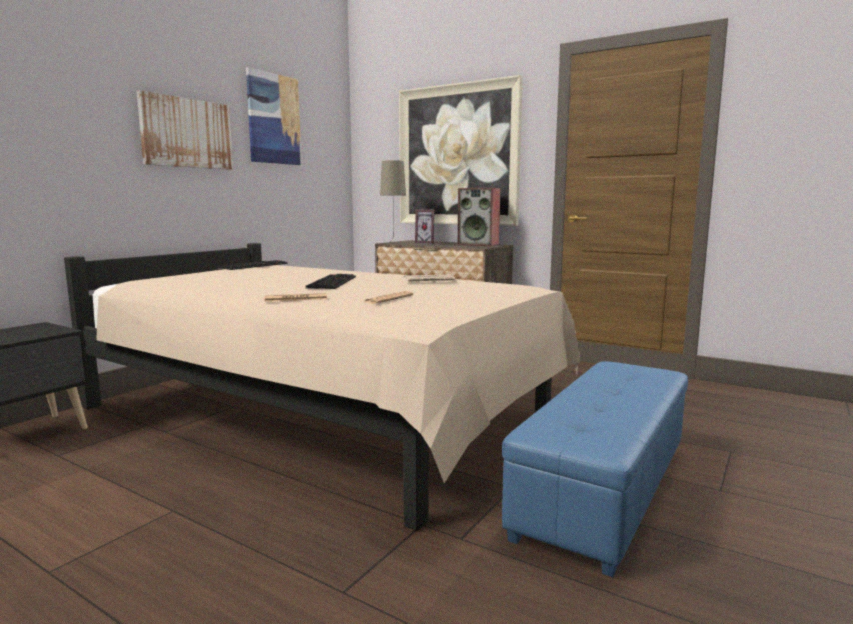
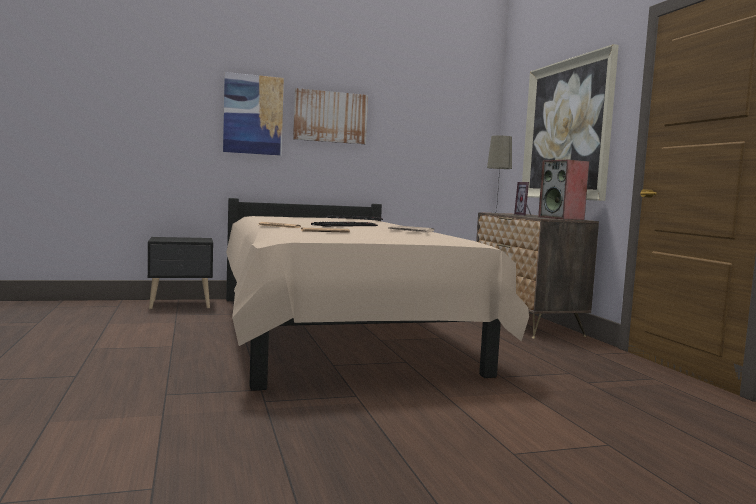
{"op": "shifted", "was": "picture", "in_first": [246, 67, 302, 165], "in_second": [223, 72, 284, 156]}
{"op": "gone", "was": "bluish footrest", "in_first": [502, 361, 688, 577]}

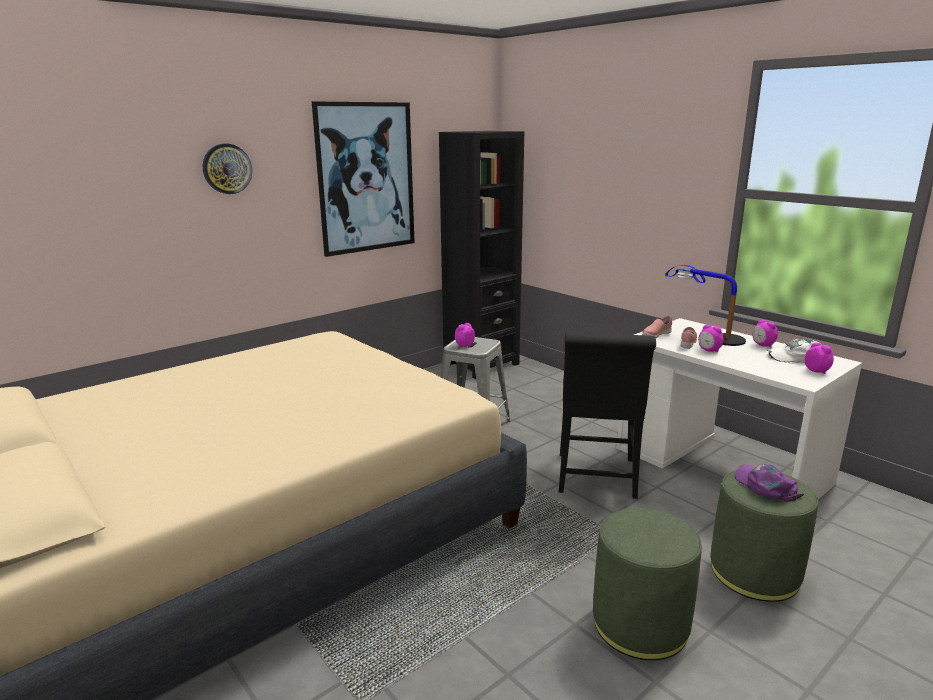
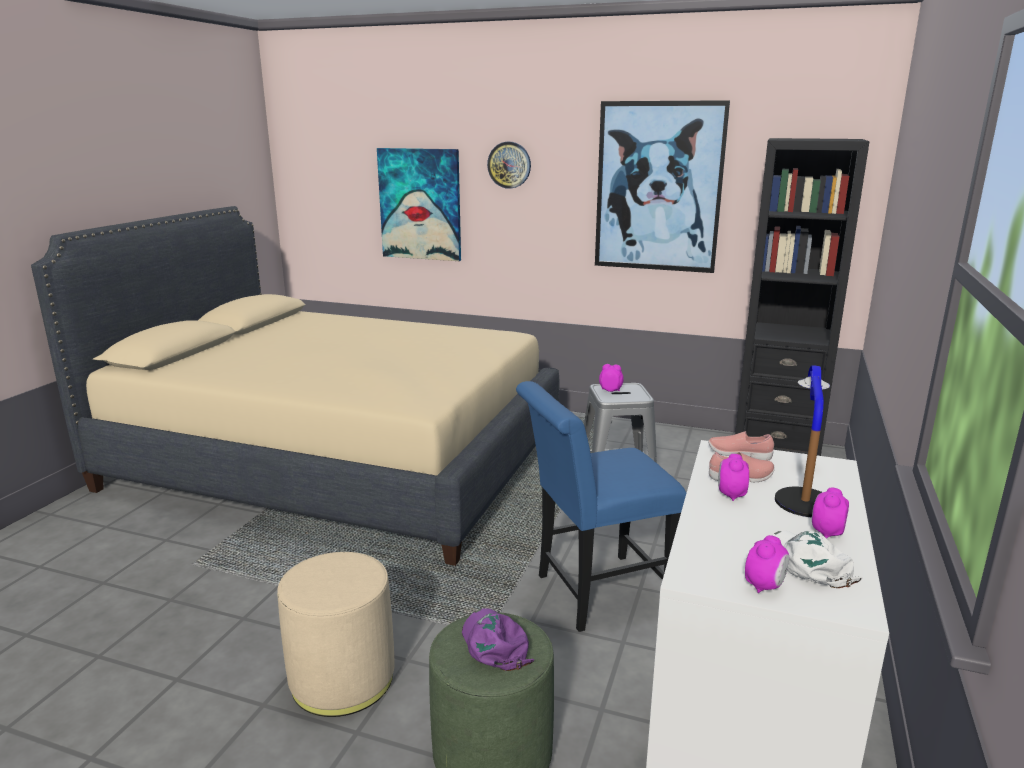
{"op": "repainted", "was": "green-coloured footrest", "now": "beige-coloured footrest", "in_first": [593, 508, 702, 660], "in_second": [277, 552, 395, 717]}
{"op": "new", "now": "picture", "in_second": [377, 148, 461, 261]}
{"op": "rotated", "was": "purple-coloured cap", "in_first": [735, 464, 804, 502], "in_second": [462, 608, 534, 671], "clockwise": -60}
{"op": "repainted", "was": "black chair", "now": "bluish chair", "in_first": [559, 332, 656, 499], "in_second": [516, 381, 686, 632]}

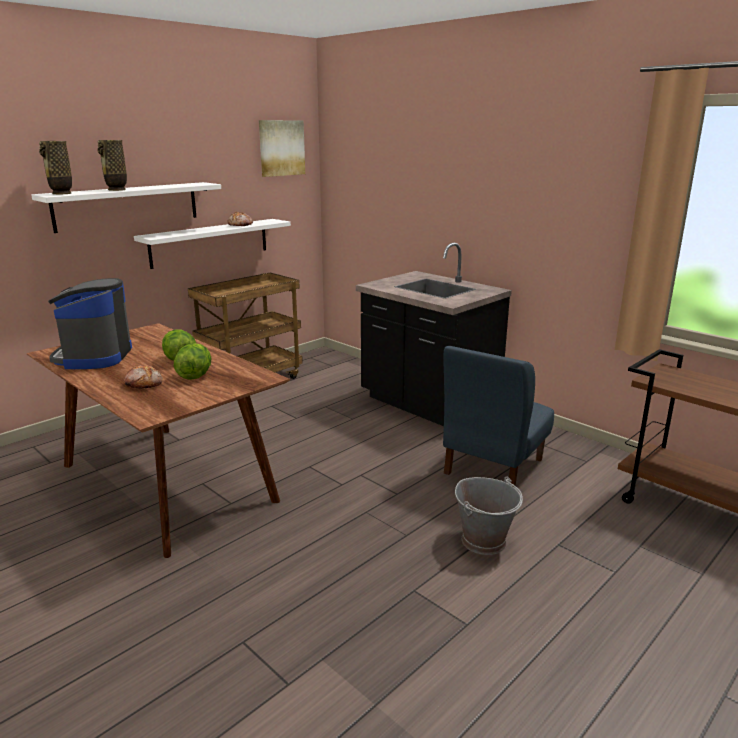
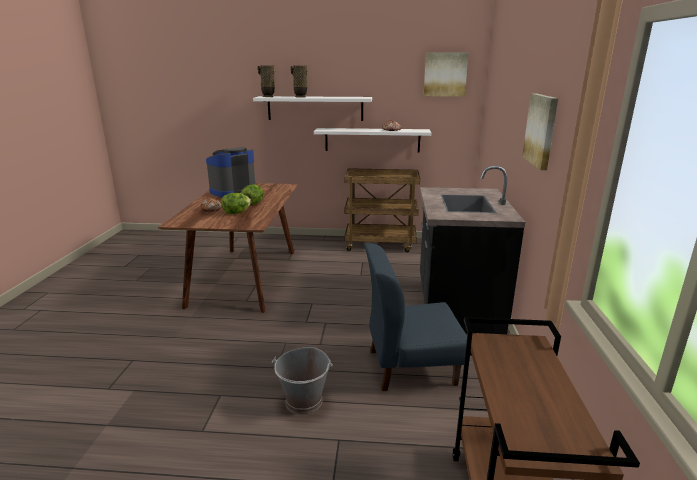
{"op": "new", "now": "picture", "in_second": [522, 94, 558, 170]}

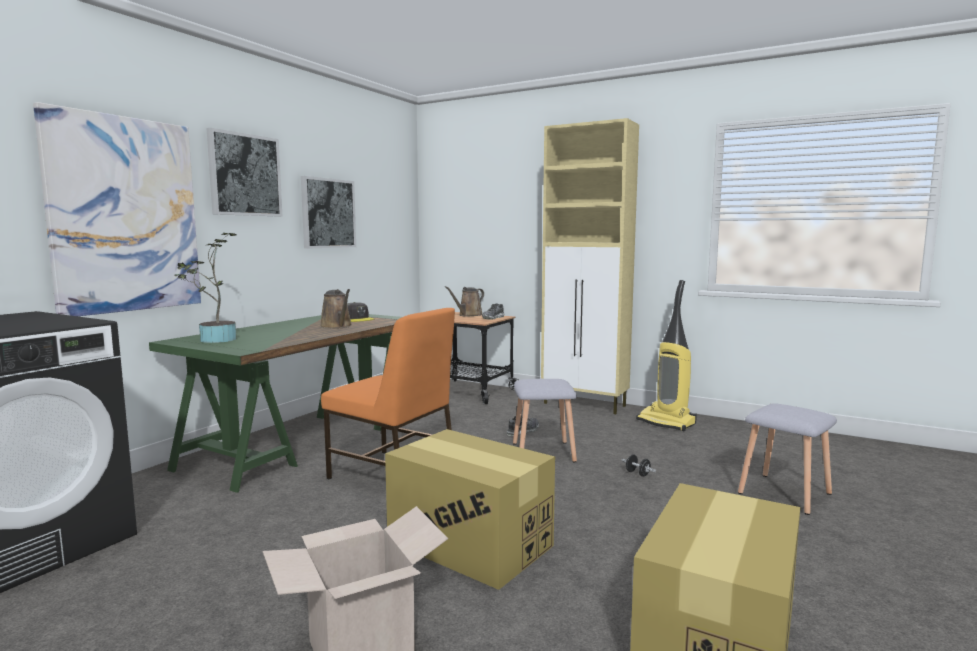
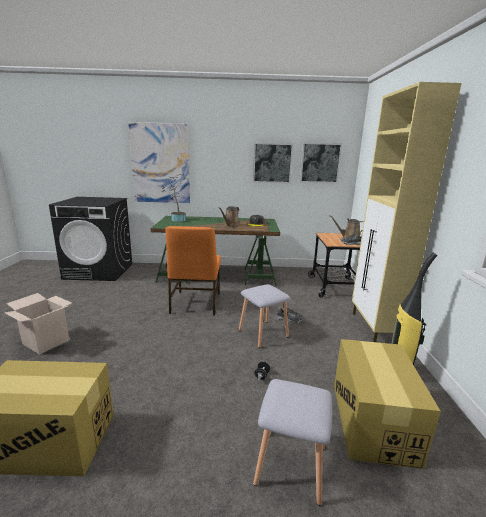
{"op": "shifted", "was": "picture", "in_first": [207, 128, 282, 217], "in_second": [300, 142, 342, 183]}
{"op": "shifted", "was": "carton", "in_first": [385, 429, 555, 590], "in_second": [334, 339, 441, 469]}

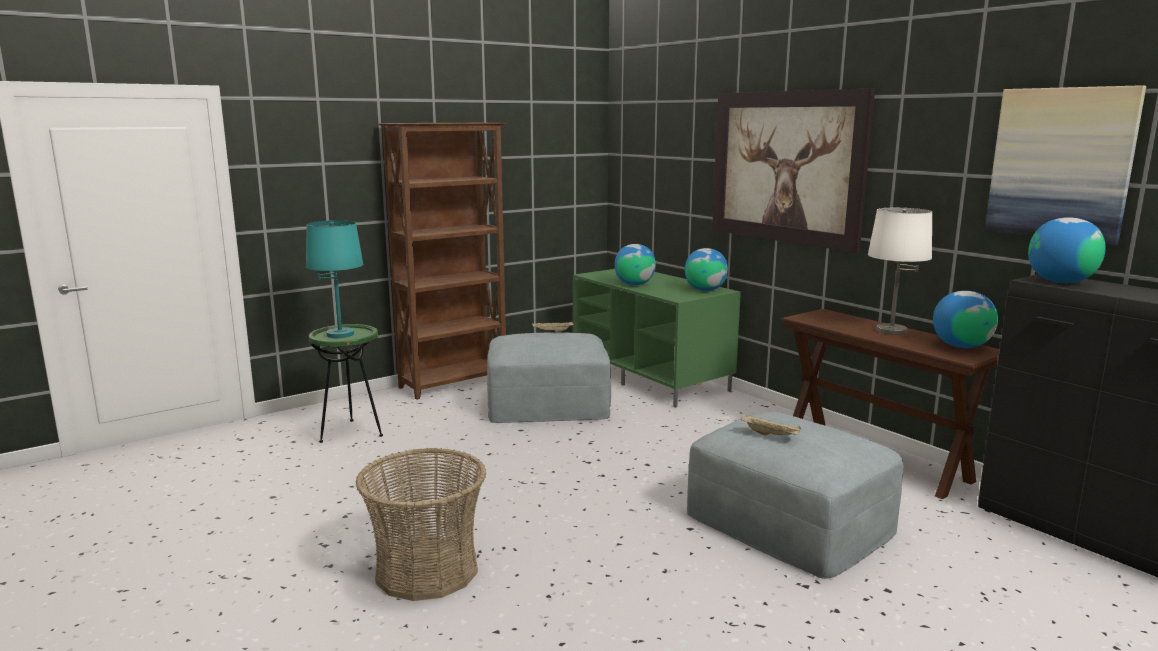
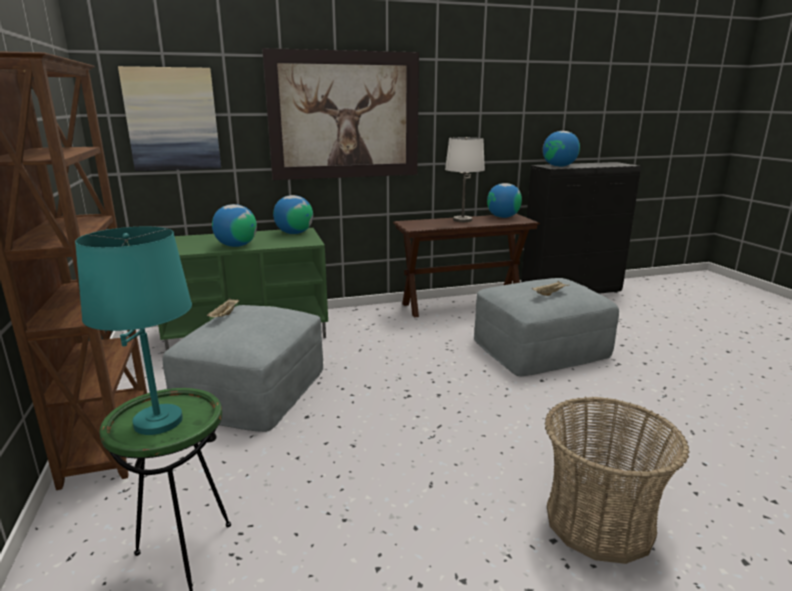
{"op": "shifted", "was": "picture", "in_first": [985, 85, 1146, 246], "in_second": [118, 66, 221, 171]}

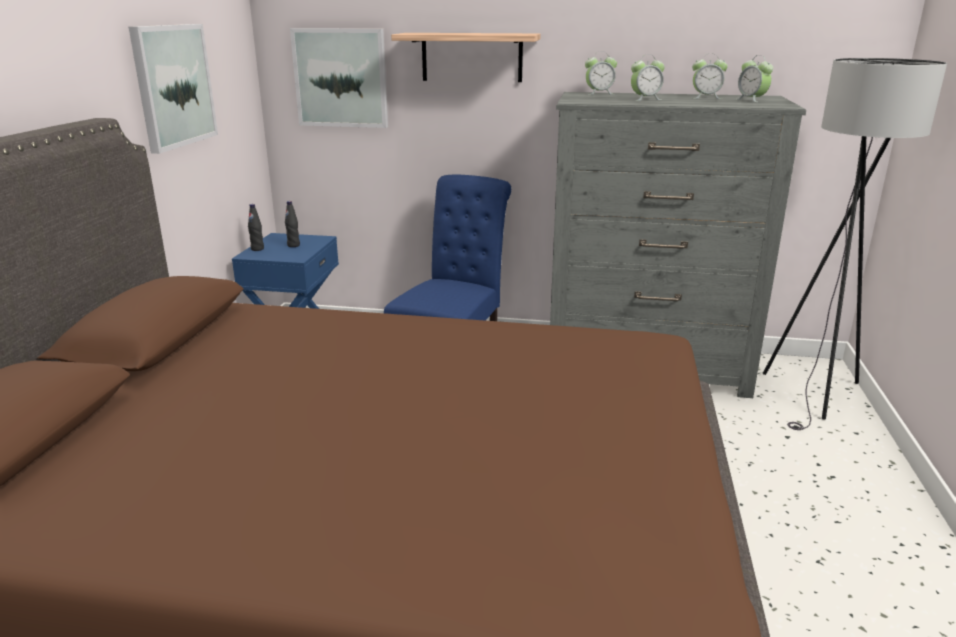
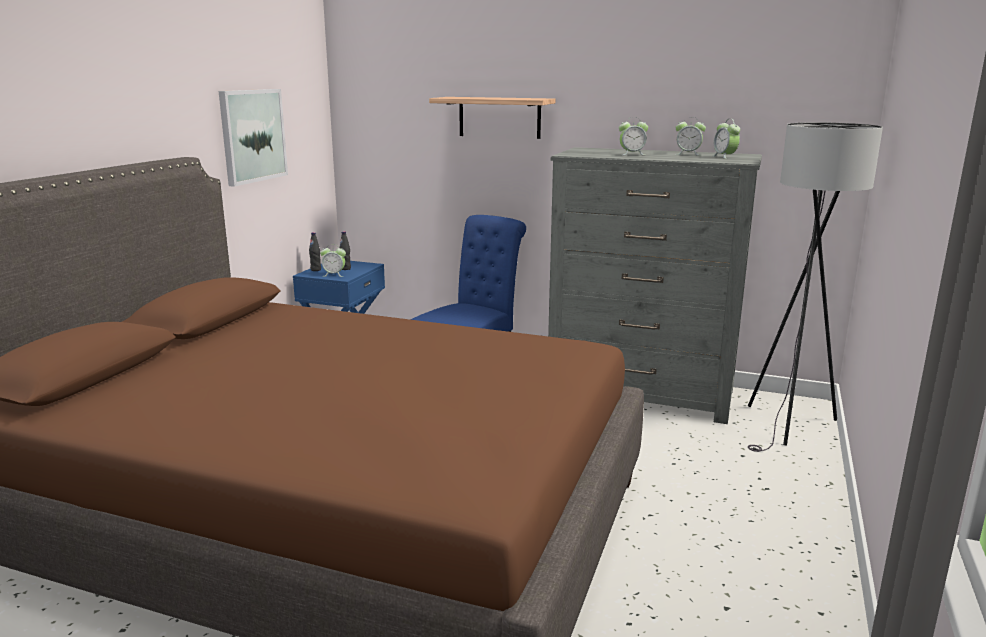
{"op": "shifted", "was": "table clock", "in_first": [585, 52, 617, 95], "in_second": [320, 244, 346, 277]}
{"op": "gone", "was": "picture", "in_first": [290, 28, 388, 128]}

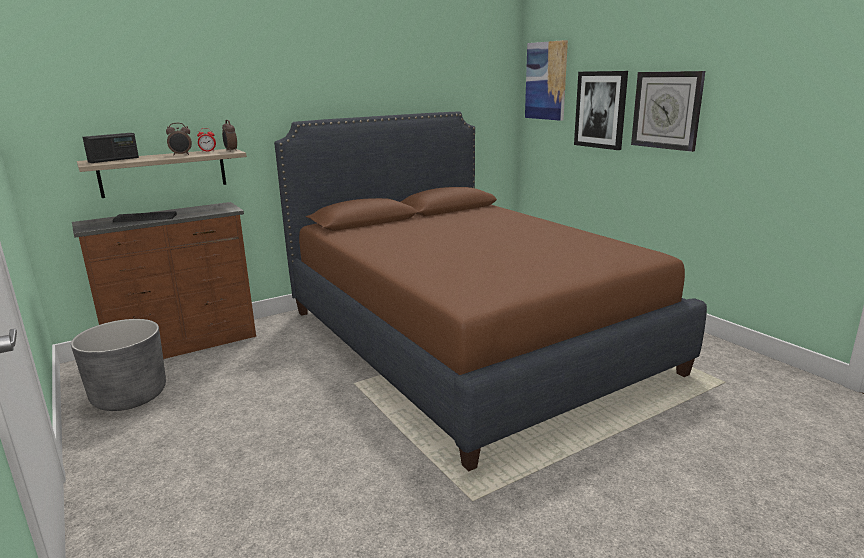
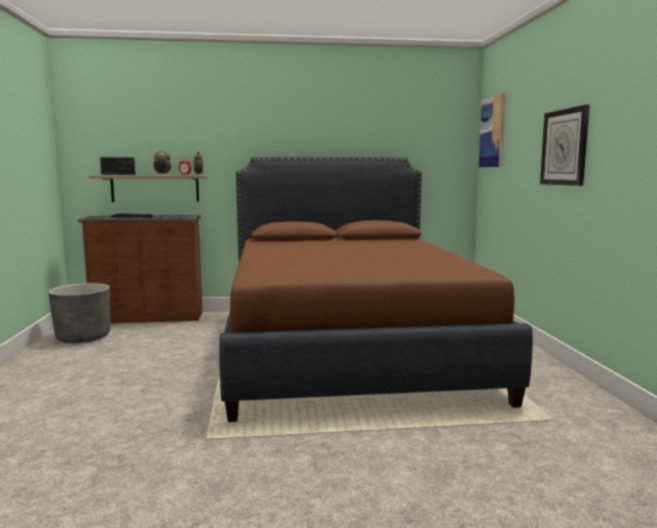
{"op": "gone", "was": "picture", "in_first": [574, 71, 628, 150]}

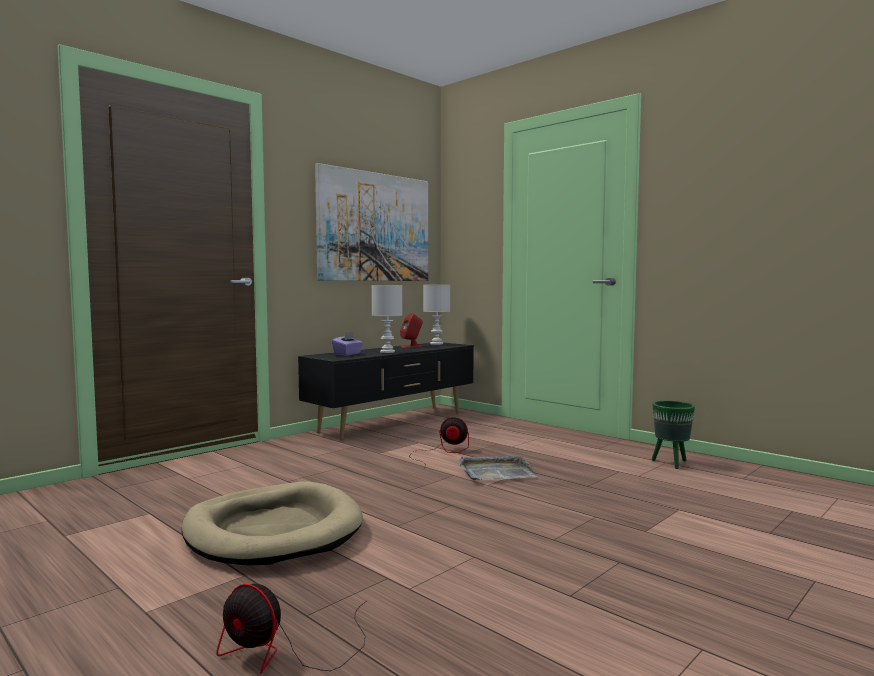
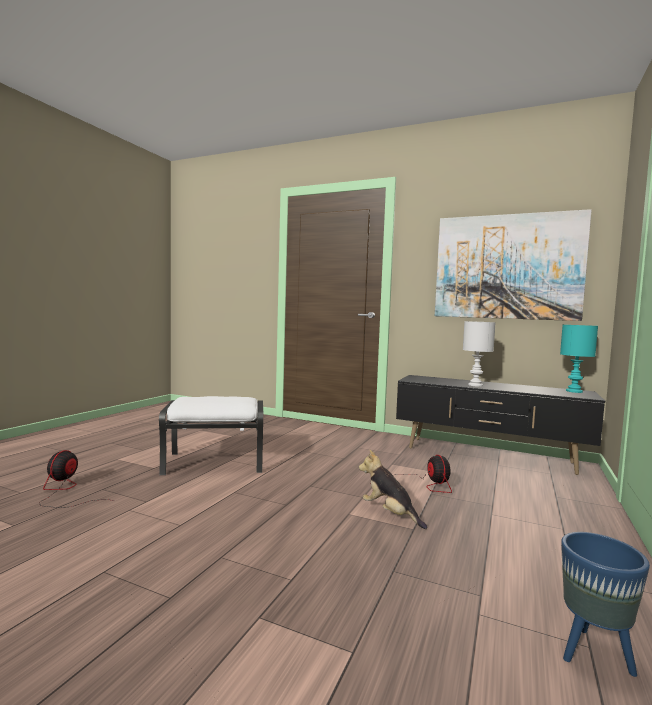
{"op": "swapped", "was": "beige-coloured dog bed", "now": "whitish footrest", "in_first": [182, 481, 363, 565], "in_second": [159, 396, 263, 475]}
{"op": "swapped", "was": "greyish carrying tray", "now": "cuddly toy", "in_first": [459, 455, 537, 480], "in_second": [359, 450, 427, 529]}
{"op": "repainted", "was": "whitish lamp for a table", "now": "turquoise lamp for a table", "in_first": [423, 285, 450, 345], "in_second": [560, 325, 598, 393]}
{"op": "repainted", "was": "green-coloured plant pot", "now": "bluish plant pot", "in_first": [652, 401, 695, 469], "in_second": [561, 532, 650, 677]}
{"op": "gone", "was": "purple-coloured tissue holder", "in_first": [332, 332, 363, 356]}
{"op": "gone", "was": "reddish speaker", "in_first": [400, 313, 423, 348]}

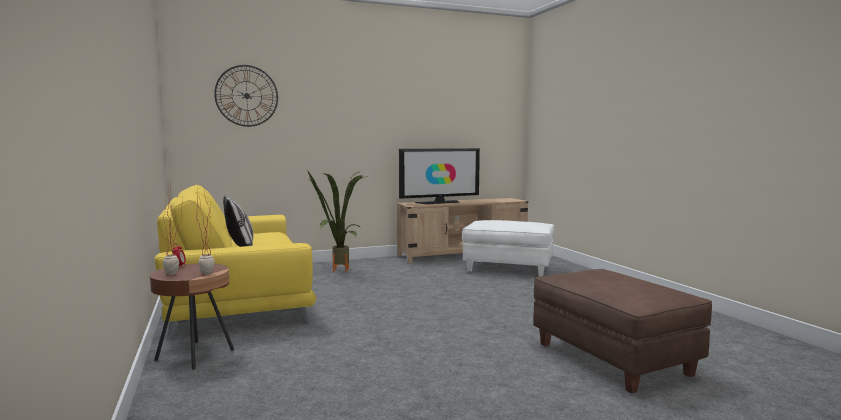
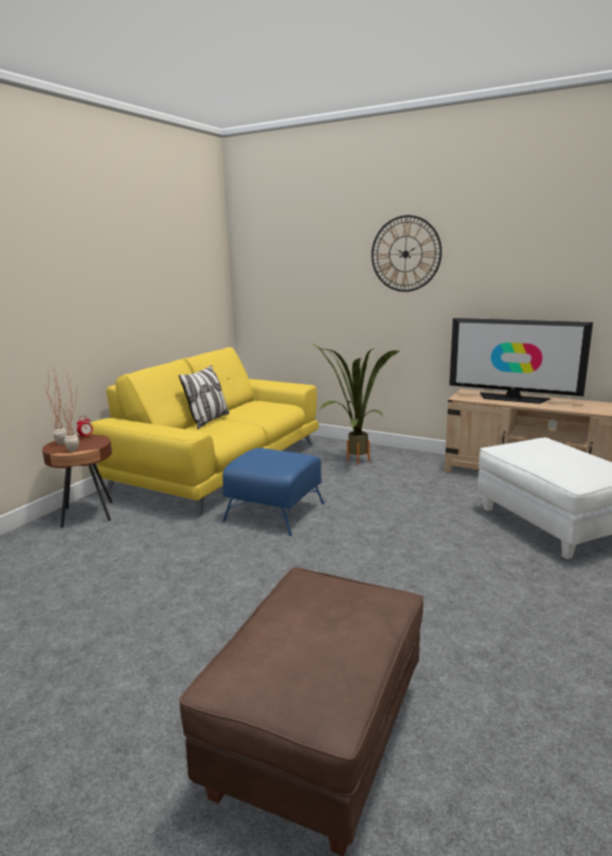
{"op": "new", "now": "bluish footrest", "in_second": [223, 448, 325, 536]}
{"op": "shifted", "was": "clock on the wall", "in_first": [214, 65, 278, 127], "in_second": [371, 215, 442, 292]}

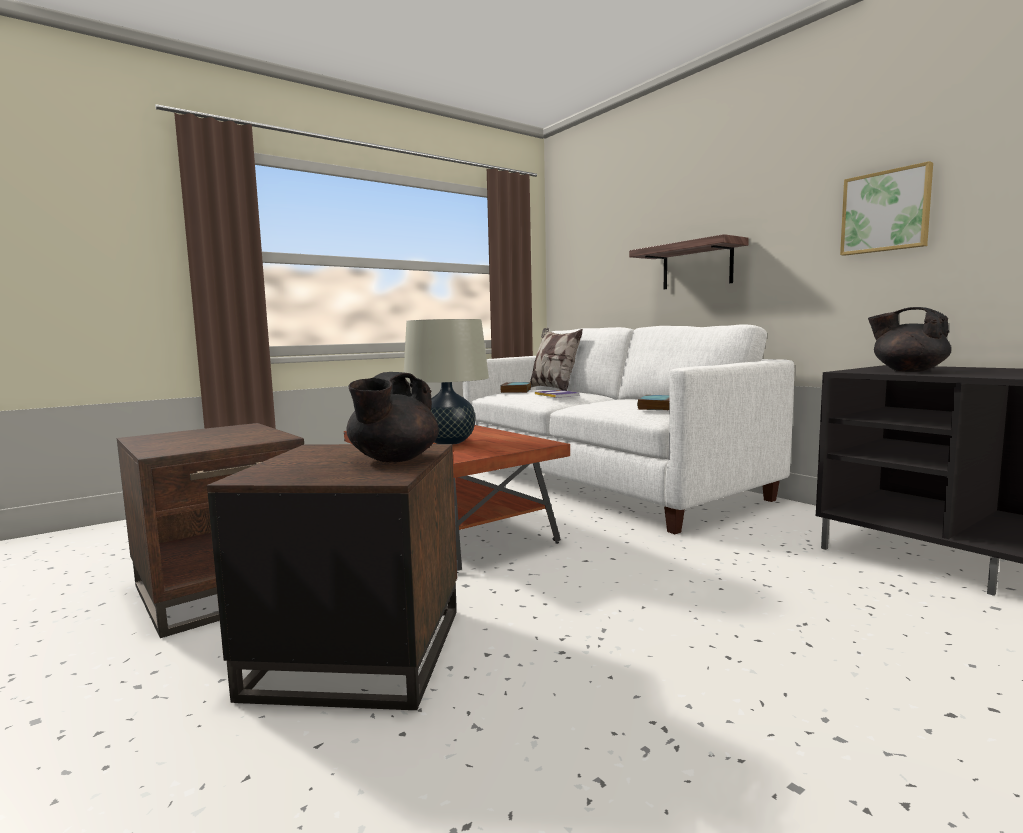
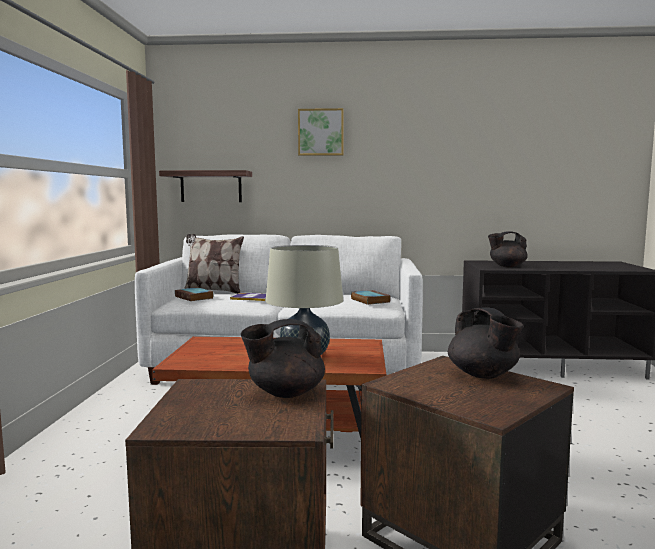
{"op": "shifted", "was": "shelf", "in_first": [629, 234, 749, 289], "in_second": [159, 170, 252, 202]}
{"op": "new", "now": "black teapot", "in_second": [241, 319, 325, 398]}
{"op": "shifted", "was": "picture", "in_first": [840, 161, 933, 256], "in_second": [298, 108, 344, 156]}

